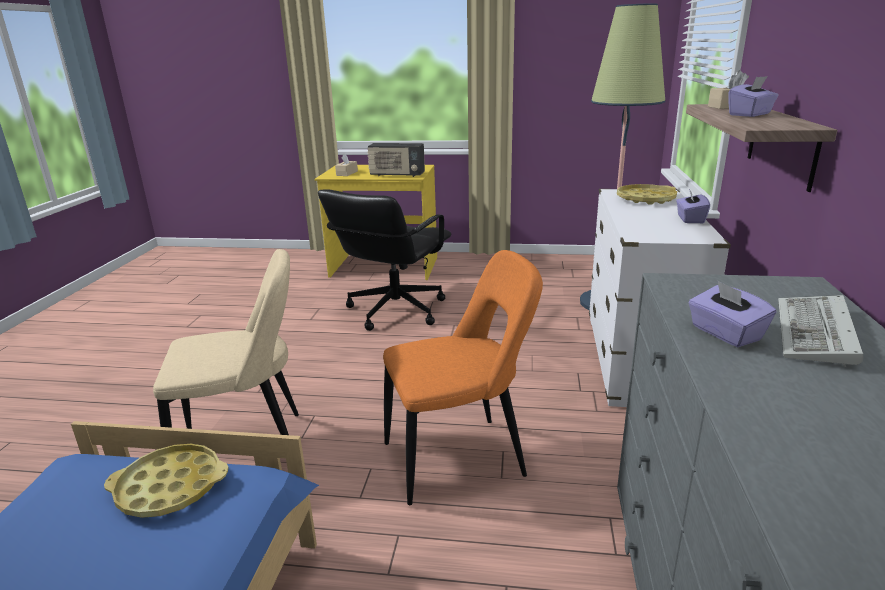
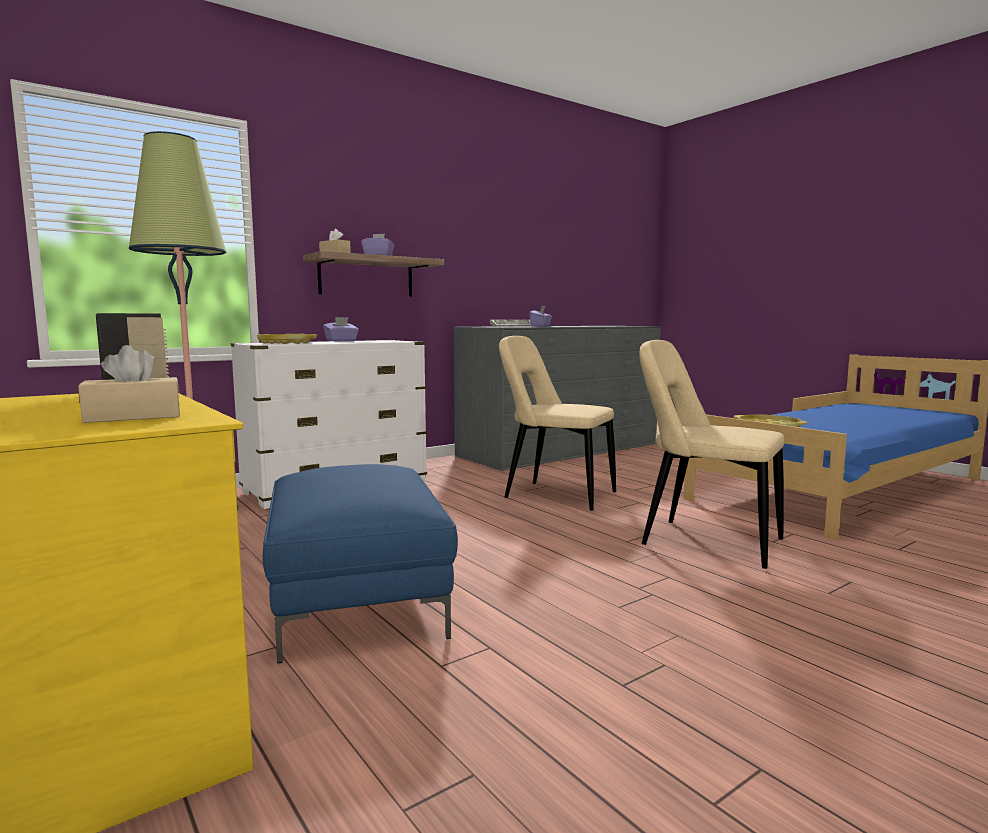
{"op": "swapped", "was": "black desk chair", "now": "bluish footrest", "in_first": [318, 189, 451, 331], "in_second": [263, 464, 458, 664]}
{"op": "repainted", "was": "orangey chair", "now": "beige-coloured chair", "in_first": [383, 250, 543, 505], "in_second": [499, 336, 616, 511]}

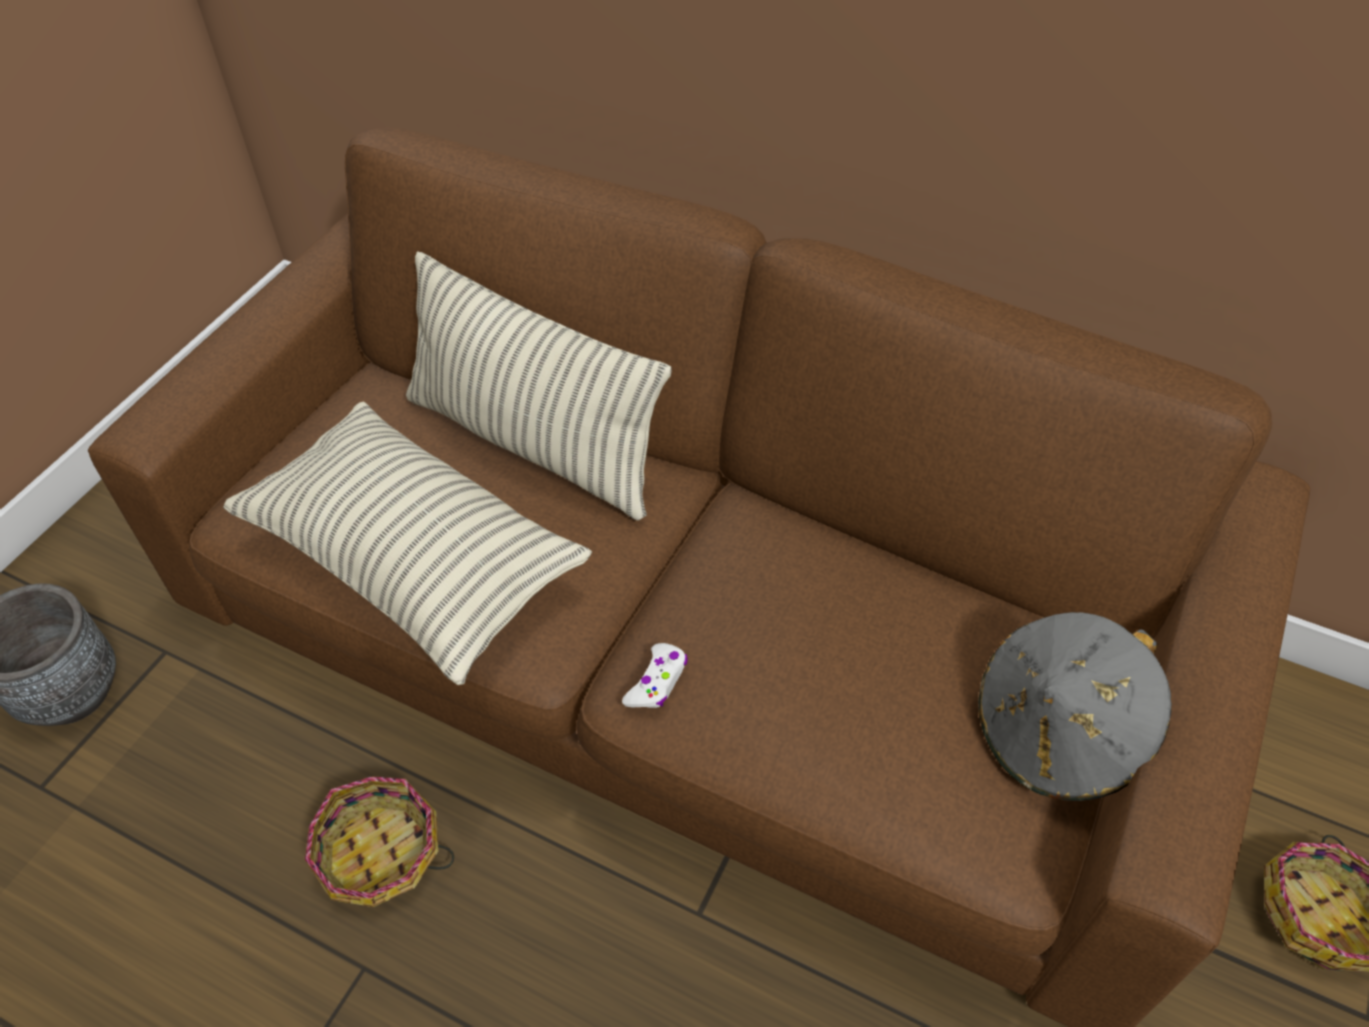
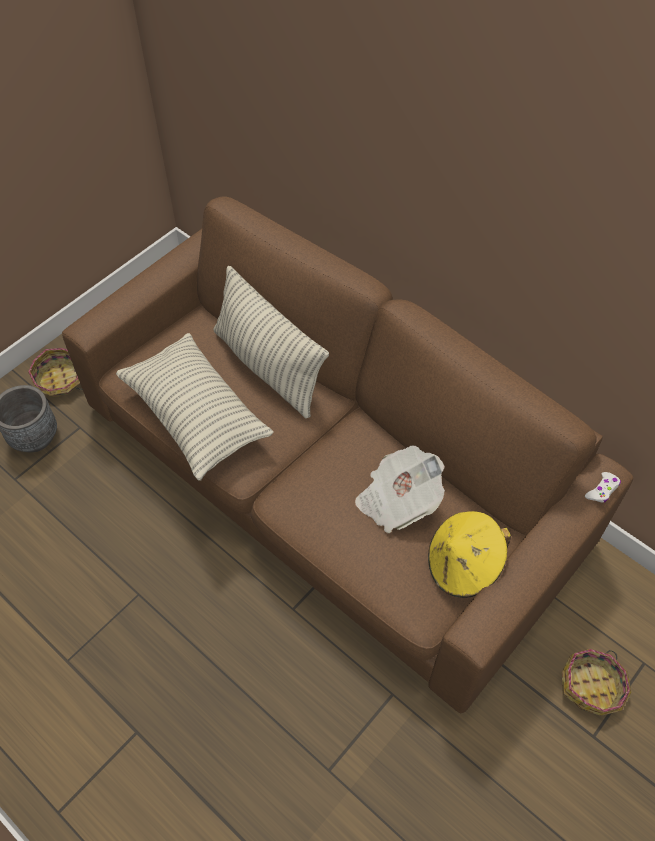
{"op": "shifted", "was": "storage basket", "in_first": [305, 776, 454, 907], "in_second": [28, 348, 83, 397]}
{"op": "new", "now": "daily paper", "in_second": [355, 446, 445, 533]}
{"op": "repainted", "was": "greyish wearable hat", "now": "yellow-coloured wearable hat", "in_first": [978, 612, 1172, 801], "in_second": [428, 511, 511, 598]}
{"op": "shifted", "was": "whitish gamepad", "in_first": [622, 643, 688, 708], "in_second": [585, 472, 621, 503]}

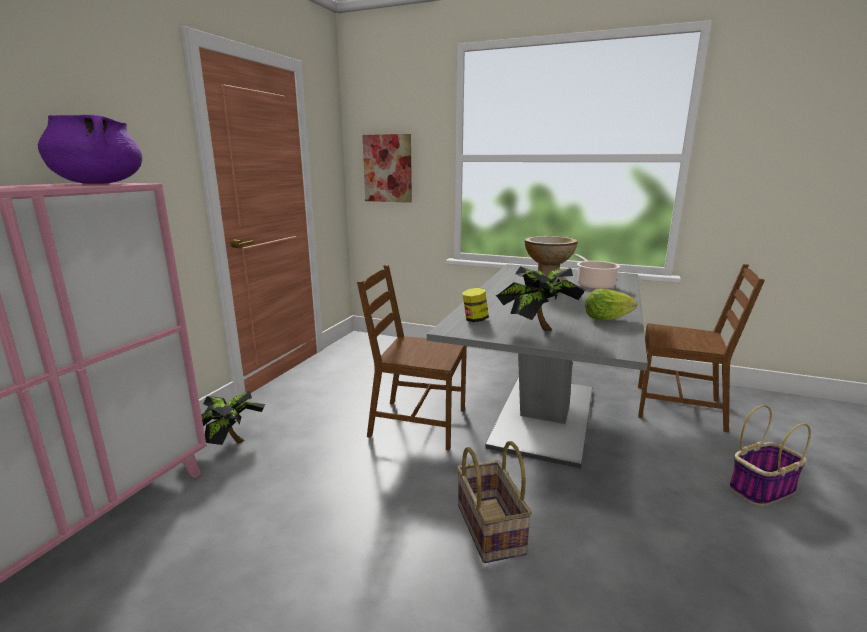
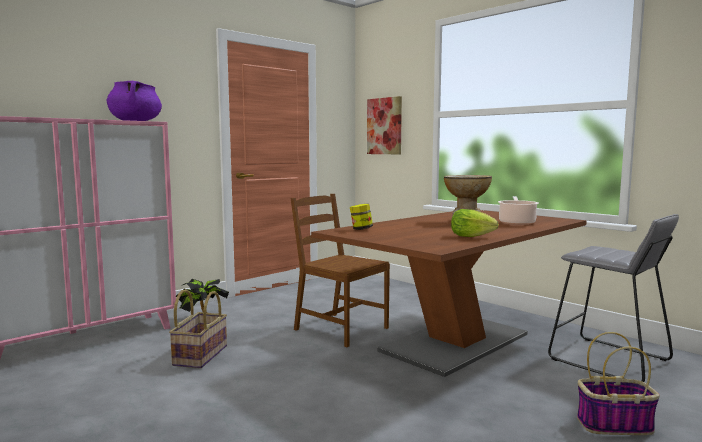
{"op": "shifted", "was": "storage basket", "in_first": [457, 441, 532, 563], "in_second": [169, 289, 227, 368]}
{"op": "repainted", "was": "greyish dining table", "now": "brownish dining table", "in_first": [427, 264, 648, 468], "in_second": [311, 210, 587, 377]}
{"op": "swapped", "was": "brownish chair", "now": "greyish stool", "in_first": [638, 264, 765, 433], "in_second": [548, 214, 679, 382]}
{"op": "gone", "was": "potted plant", "in_first": [496, 266, 586, 331]}

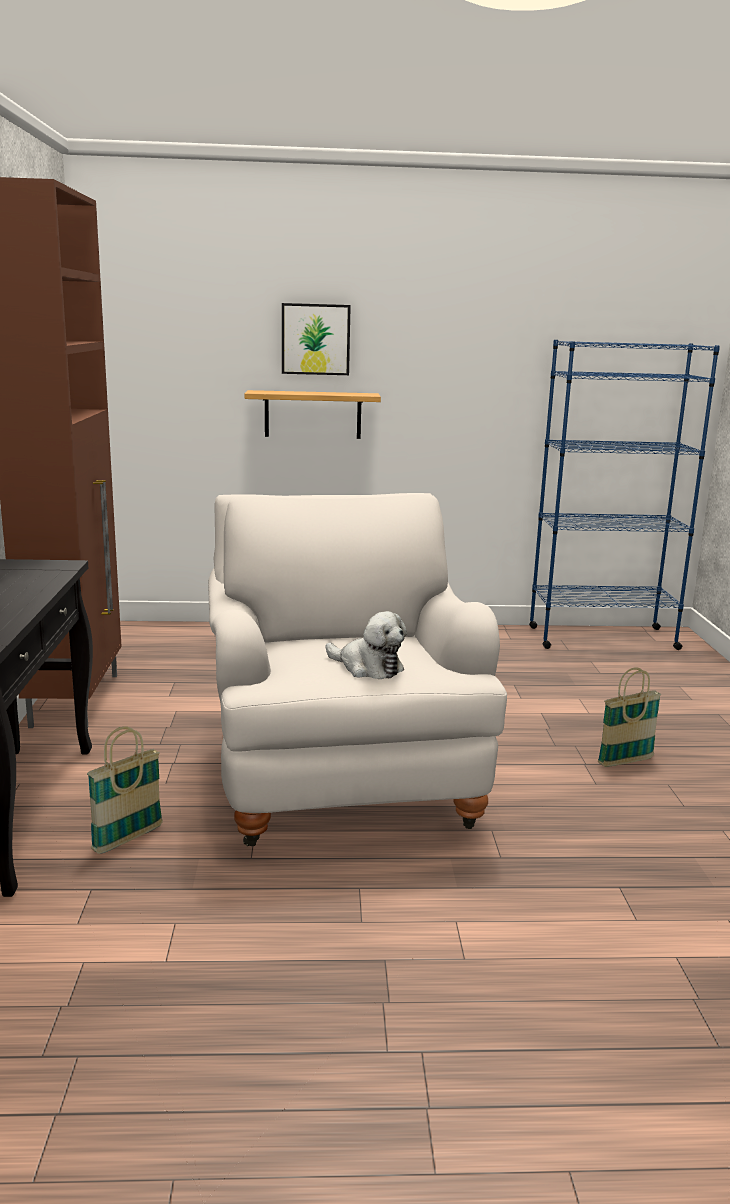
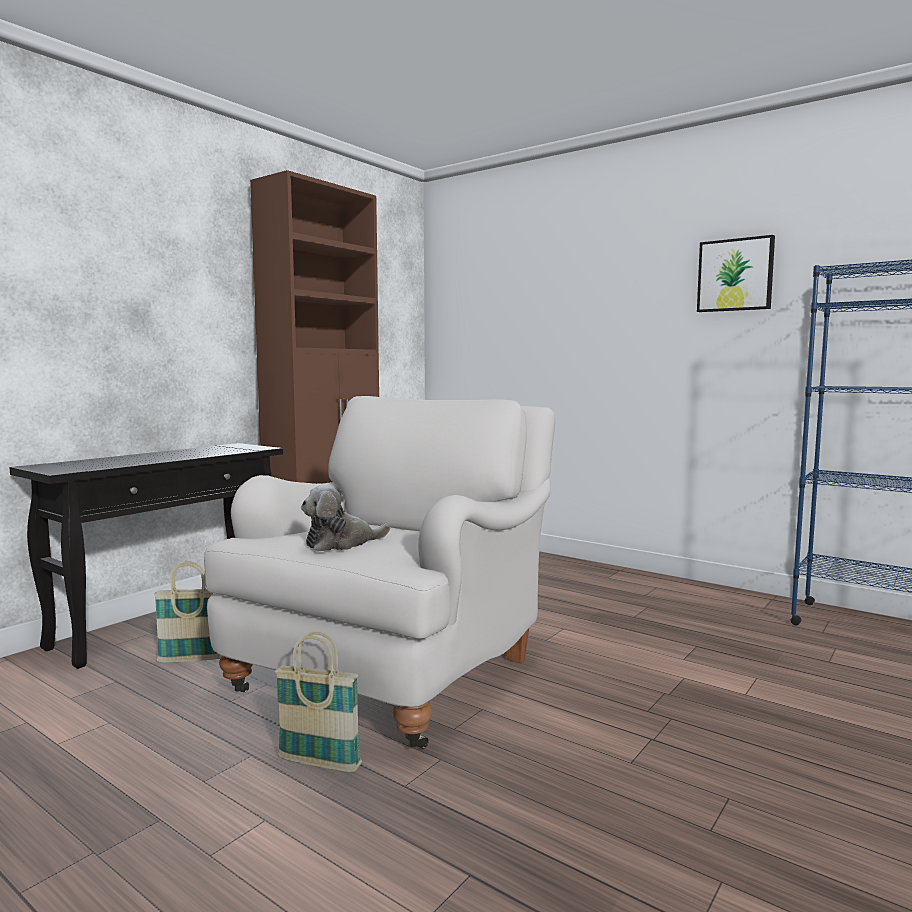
{"op": "shifted", "was": "storage basket", "in_first": [598, 667, 661, 767], "in_second": [275, 632, 362, 772]}
{"op": "rotated", "was": "cuddly toy", "in_first": [325, 611, 407, 679], "in_second": [301, 485, 390, 552], "clockwise": 75}
{"op": "shifted", "was": "picture", "in_first": [282, 303, 351, 375], "in_second": [697, 235, 775, 312]}
{"op": "gone", "was": "shelf", "in_first": [244, 390, 381, 439]}

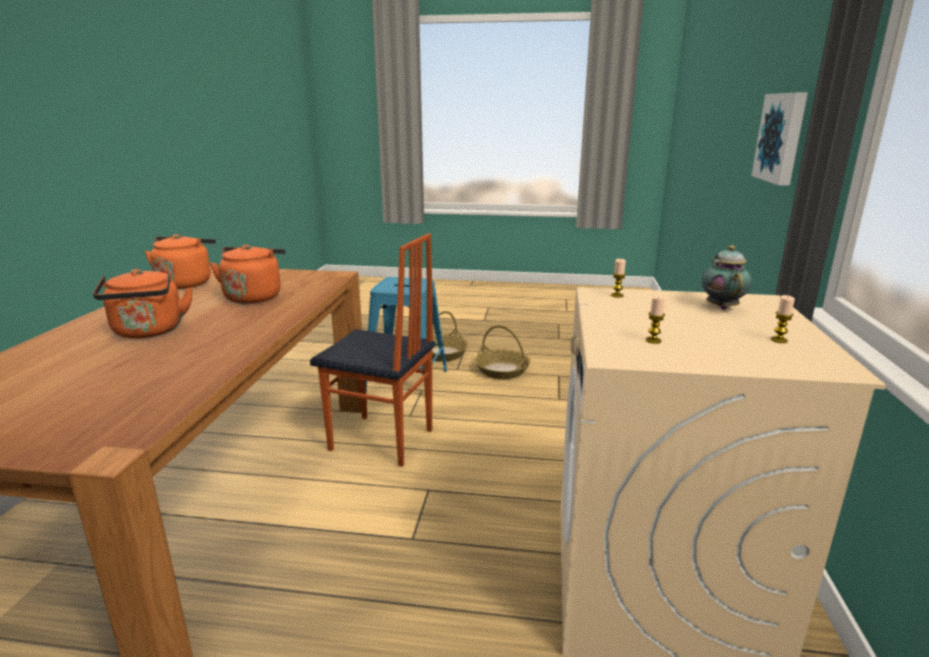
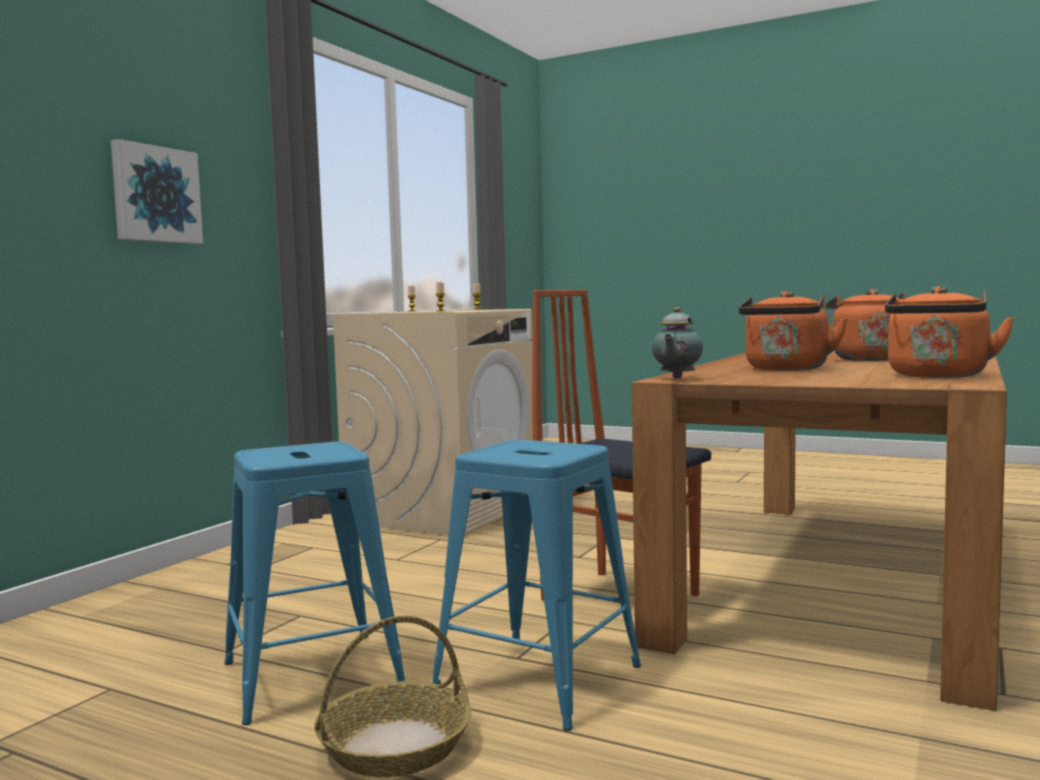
{"op": "swapped", "was": "storage basket", "now": "bluish stool", "in_first": [475, 325, 531, 379], "in_second": [224, 442, 405, 725]}
{"op": "shifted", "was": "teapot", "in_first": [702, 245, 752, 310], "in_second": [652, 307, 703, 379]}

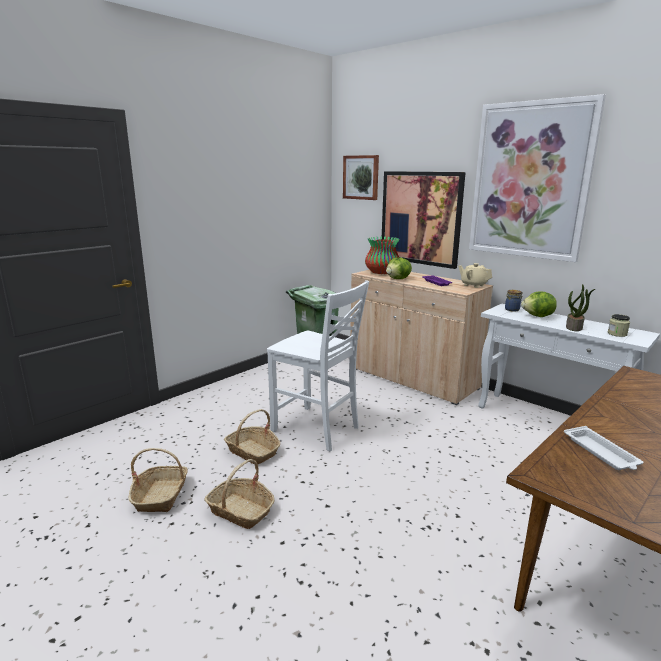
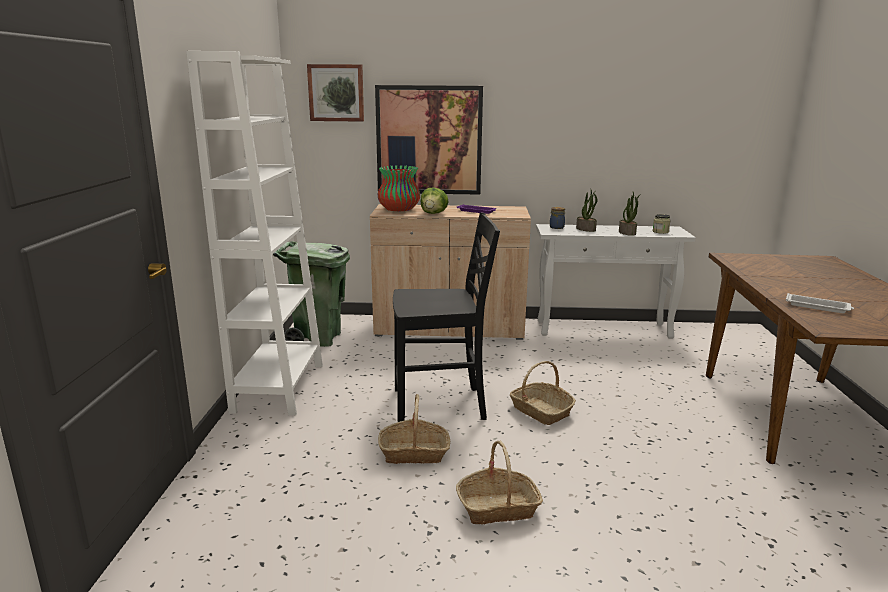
{"op": "new", "now": "whitish shelving unit", "in_second": [186, 51, 323, 415]}
{"op": "repainted", "was": "whitish chair", "now": "black chair", "in_first": [267, 280, 369, 452], "in_second": [393, 212, 500, 422]}
{"op": "shifted", "was": "storage basket", "in_first": [129, 448, 188, 512], "in_second": [510, 361, 576, 425]}
{"op": "swapped", "was": "lettuce head", "now": "potted plant", "in_first": [521, 291, 557, 317], "in_second": [576, 188, 597, 232]}
{"op": "gone", "was": "beige-coloured teapot", "in_first": [458, 263, 492, 288]}
{"op": "gone", "was": "picture", "in_first": [469, 94, 606, 262]}

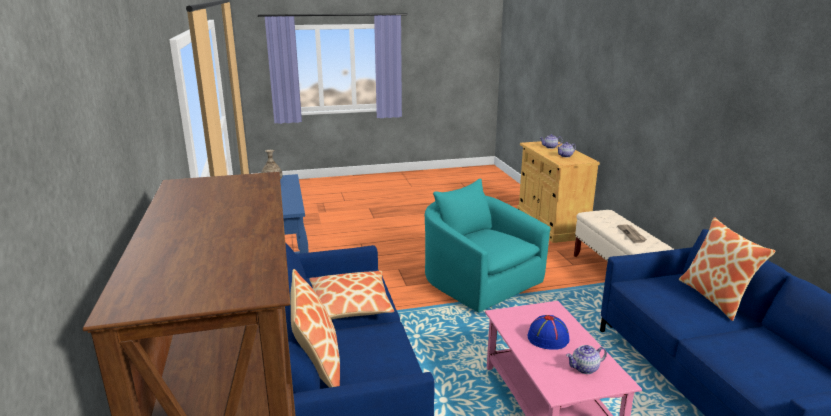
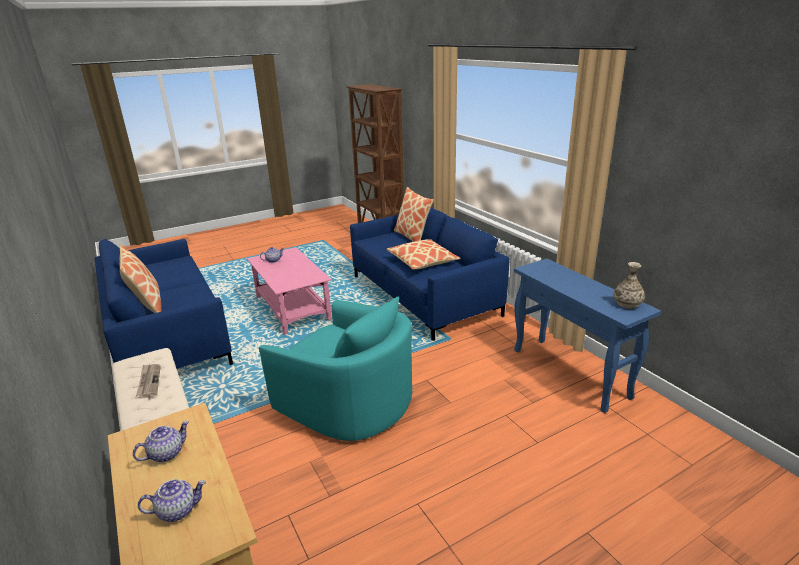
{"op": "gone", "was": "bluish wearable hat", "in_first": [527, 315, 570, 350]}

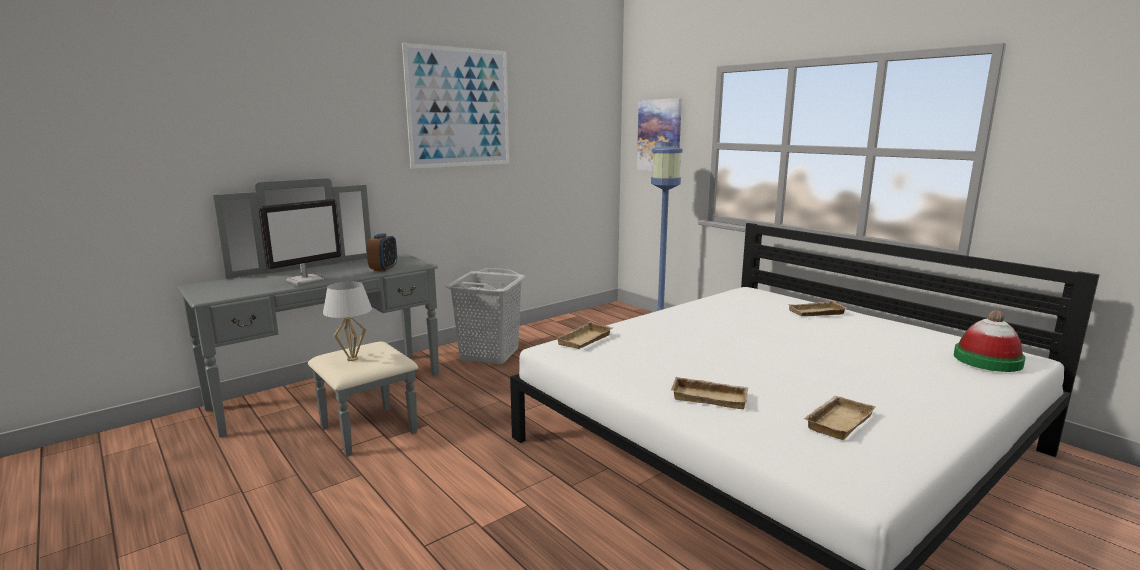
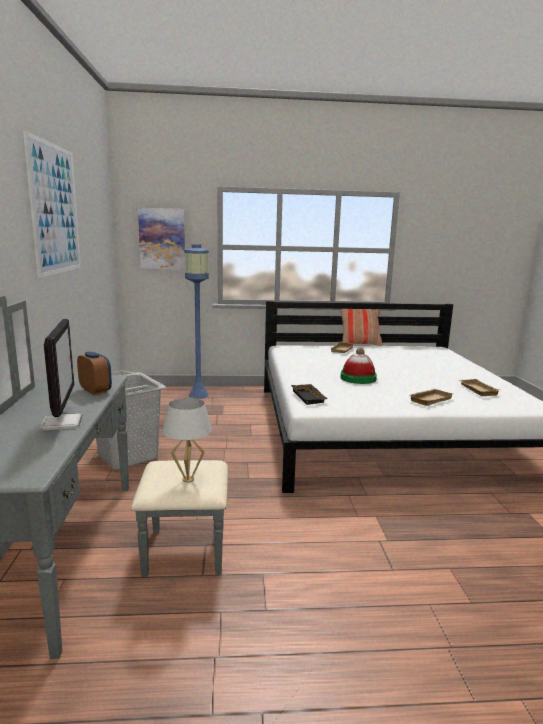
{"op": "repainted", "was": "beige-coloured carrying tray", "now": "black carrying tray", "in_first": [556, 321, 613, 349], "in_second": [291, 384, 327, 405]}
{"op": "new", "now": "pillow", "in_second": [340, 309, 382, 346]}
{"op": "shifted", "was": "wearable hat", "in_first": [954, 310, 1026, 372], "in_second": [341, 348, 377, 384]}

